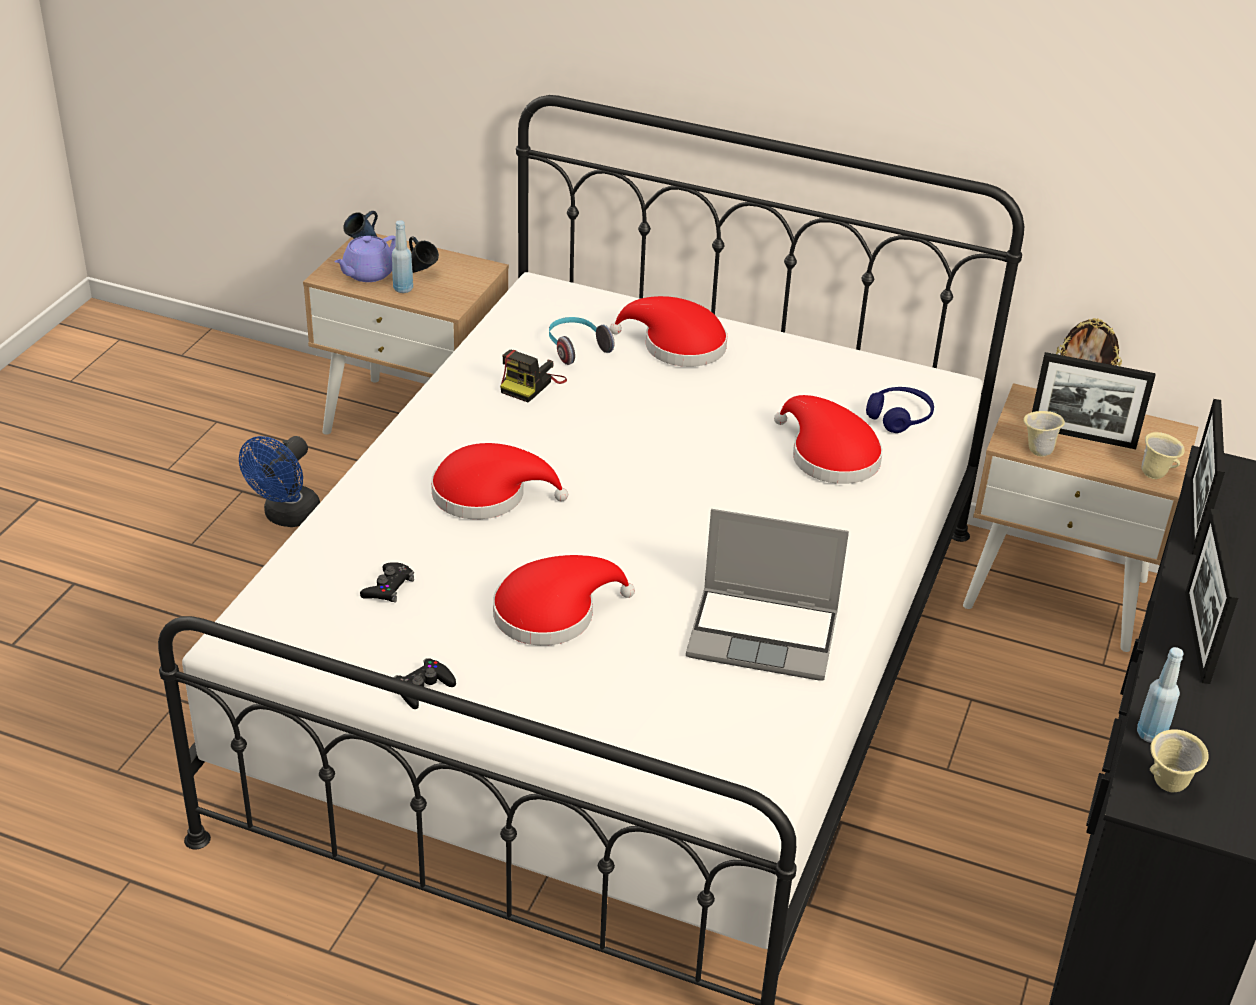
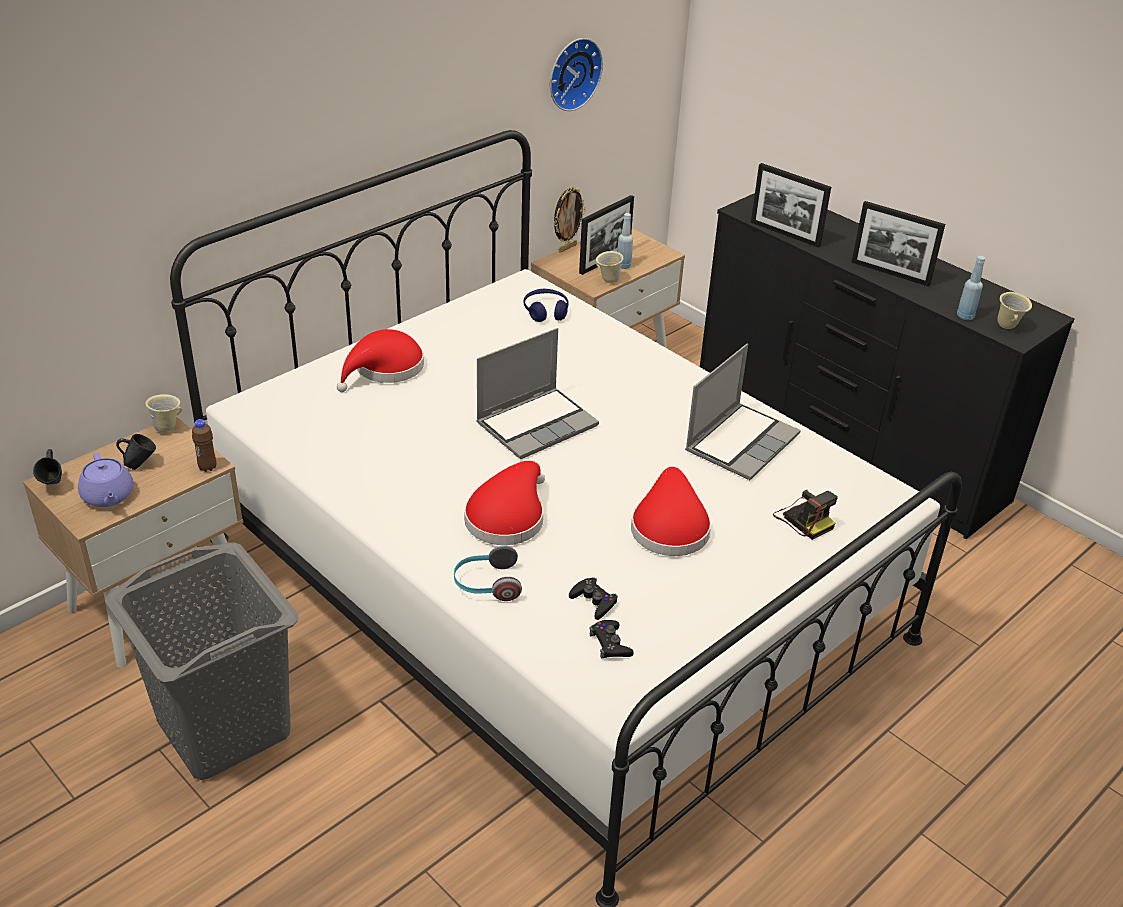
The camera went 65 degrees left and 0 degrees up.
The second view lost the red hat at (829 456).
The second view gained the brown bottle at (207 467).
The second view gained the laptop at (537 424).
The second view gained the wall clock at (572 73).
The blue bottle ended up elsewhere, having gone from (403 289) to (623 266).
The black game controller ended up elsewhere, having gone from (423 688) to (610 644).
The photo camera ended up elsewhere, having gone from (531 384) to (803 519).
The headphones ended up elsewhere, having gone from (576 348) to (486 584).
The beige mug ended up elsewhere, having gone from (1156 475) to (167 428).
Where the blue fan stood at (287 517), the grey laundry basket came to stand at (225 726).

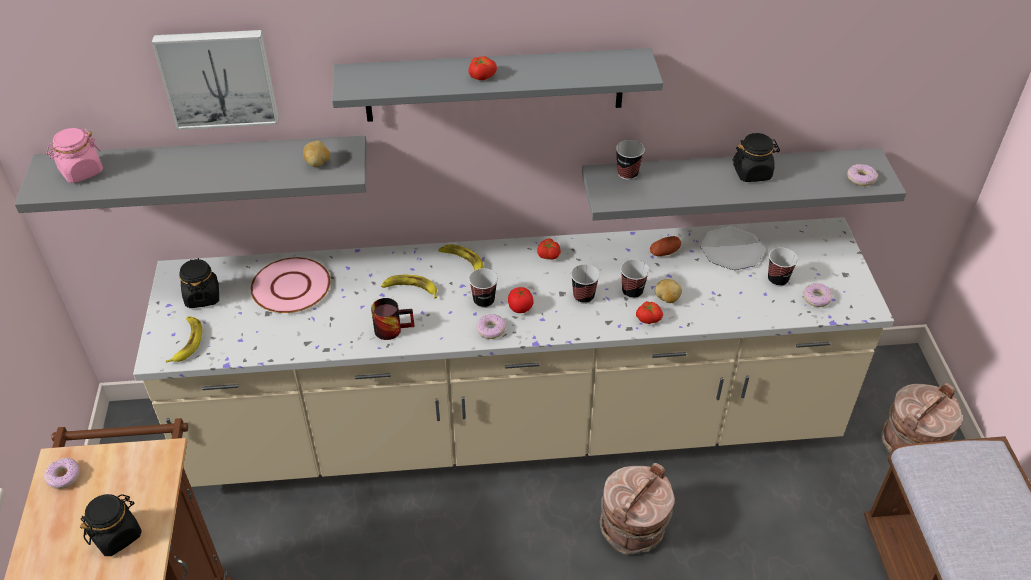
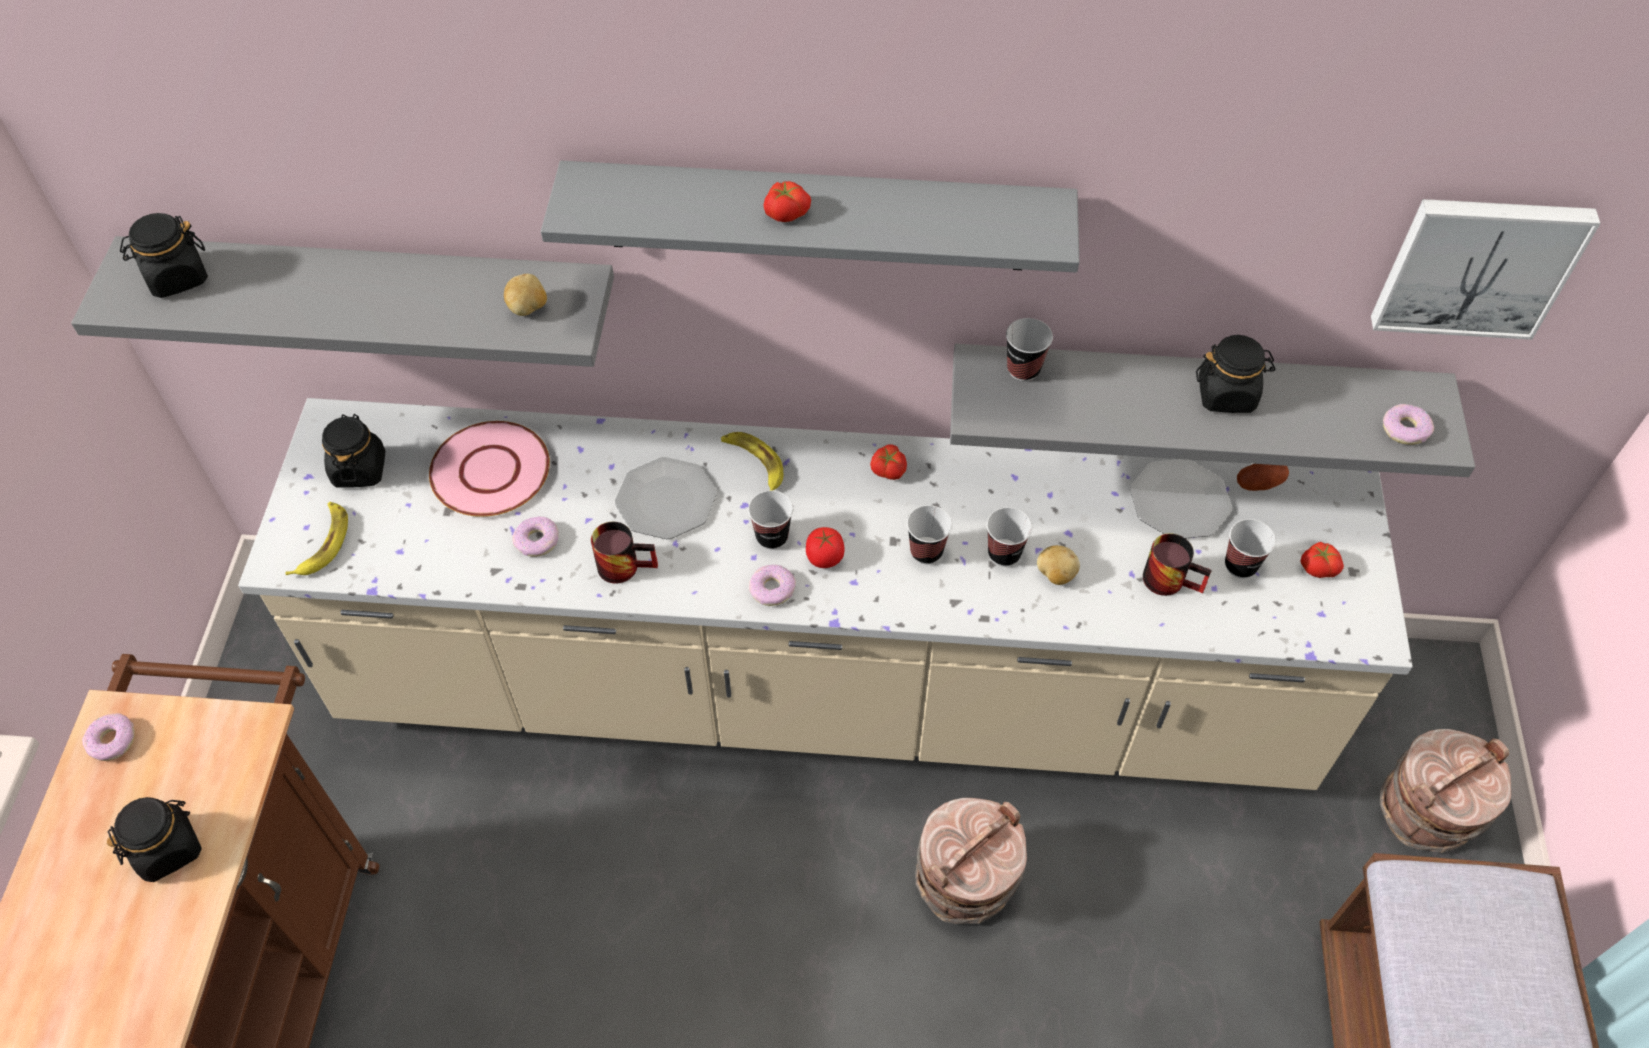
The camera went 10 degrees right and 10 degrees up.
The second view gained the mug at (1171 578).
The picture ended up elsewhere, having gone from (218 77) to (1477 264).
The tomato ended up elsewhere, having gone from (648 318) to (1318 566).
The potato ended up elsewhere, having gone from (664 252) to (1259 483).
The donut ended up elsewhere, having gone from (817 298) to (537 541).
Where the banana stood at (410 289), the plate came to stand at (666 500).
What was the pink jar at (81 171) turned into the black jar at (176 277).

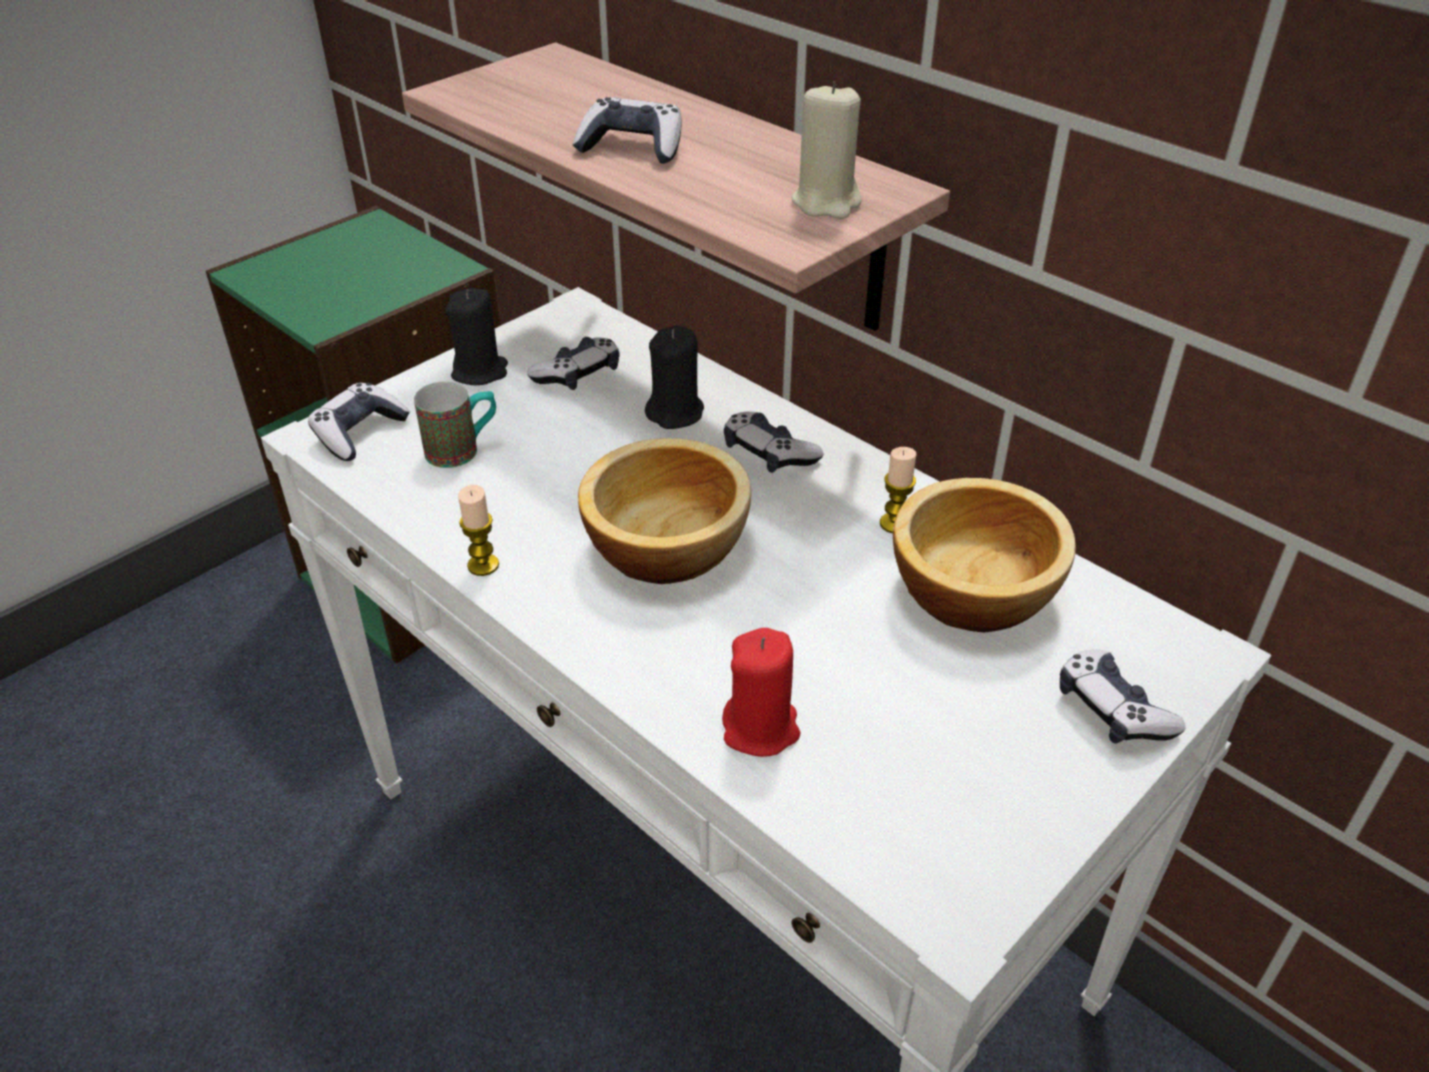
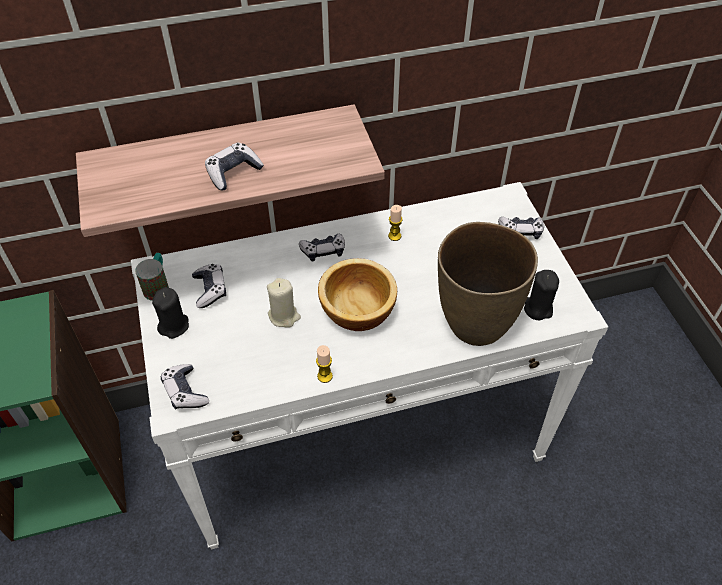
The camera went 60 degrees left and 10 degrees up.
The second view lost the bowl at (973 588).
The mug ended up elsewhere, having gone from (463 450) to (158 286).
The black candle ended up elsewhere, having gone from (675 413) to (537 308).
The beige candle ended up elsewhere, having gone from (826 202) to (284 316).
Where the red candle stood at (761 729), the brown vase came to stand at (474 325).

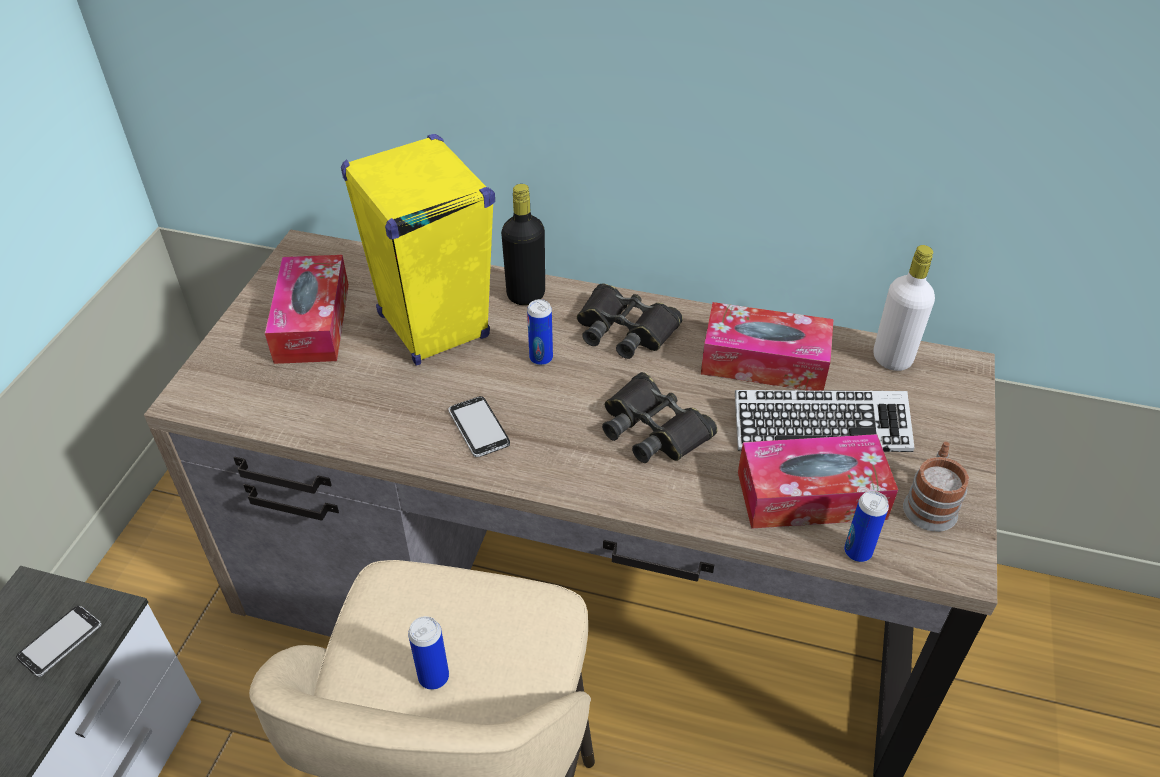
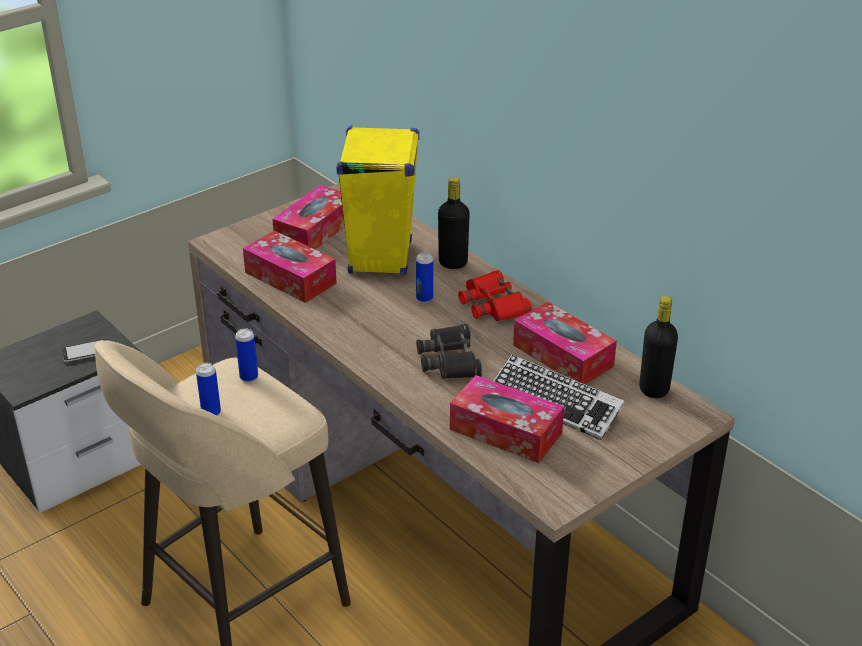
The camera went 35 degrees right and 10 degrees down.
The second view lost the phone at (479 428).
The second view lost the mug at (930 503).
The second view gained the tissue box at (290 278).
The can ended up elsewhere, having gone from (857 552) to (249 377).
What was the black binoculars at (625 329) turned into the red binoculars at (493 304).
What was the white bottle at (892 358) turned into the black bottle at (654 389).

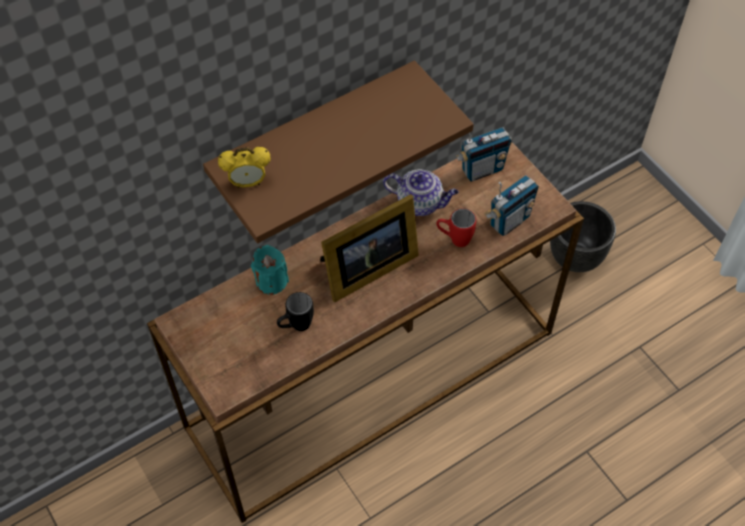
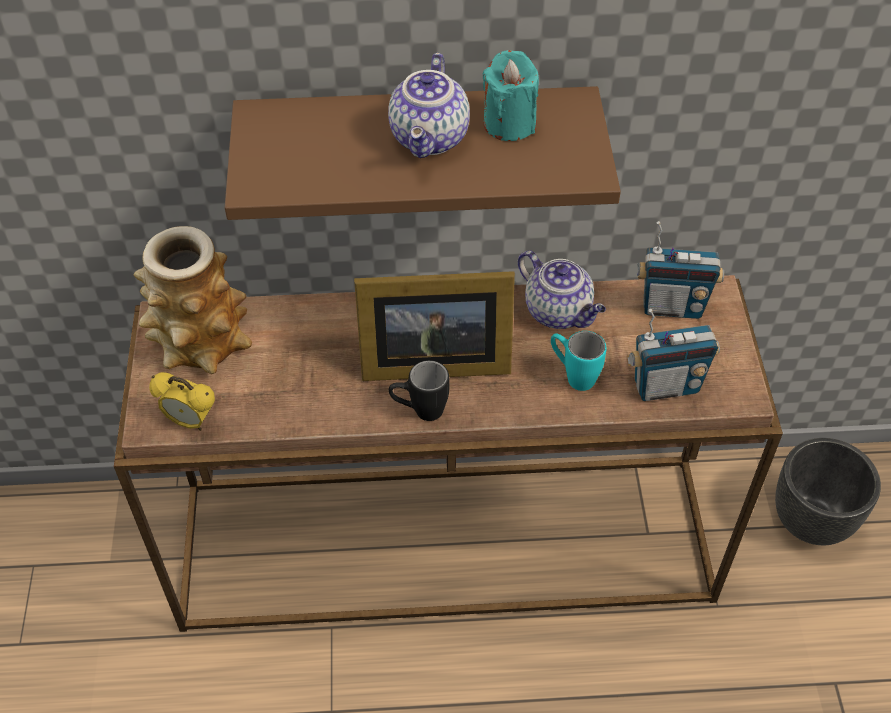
The camera went 30 degrees right and 5 degrees down.
The second view gained the vase at (201 341).
The second view gained the teapot at (431 139).
The alarm clock ended up elsewhere, having gone from (248 183) to (190 421).
The turquoise candle ended up elsewhere, having gone from (271 281) to (509 124).
The black mug ended up elsewhere, having gone from (295 326) to (419 411).
What was the red mug at (454 239) turned into the turquoise mug at (573 375).

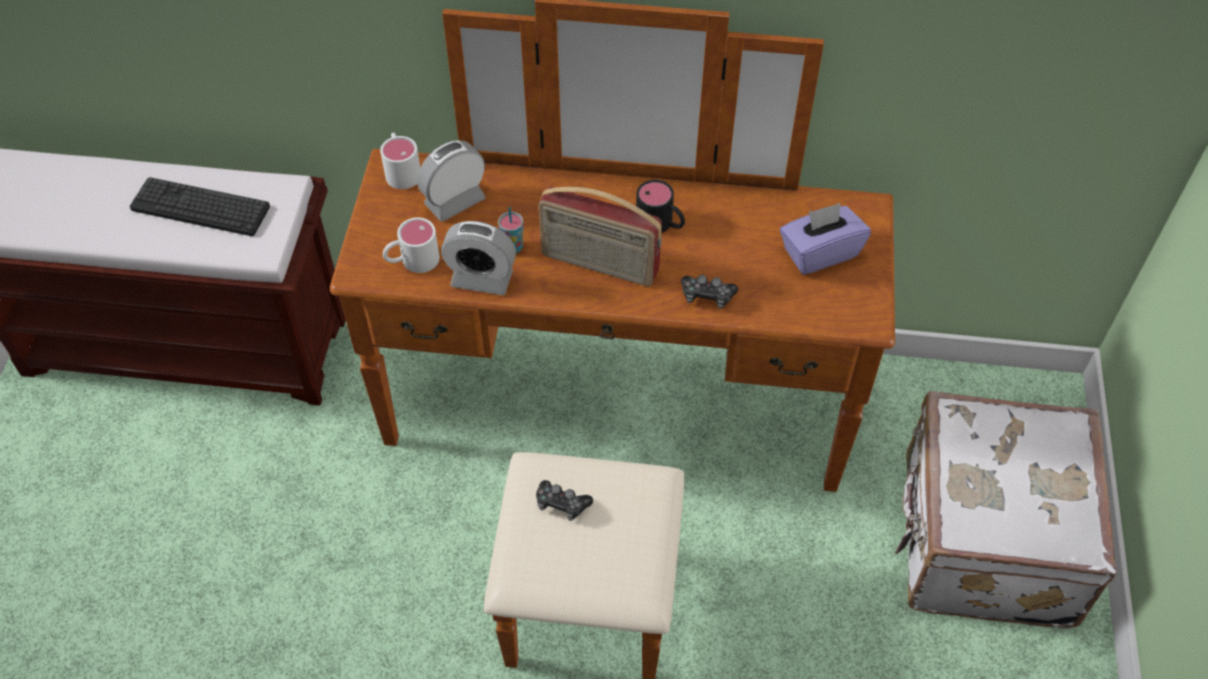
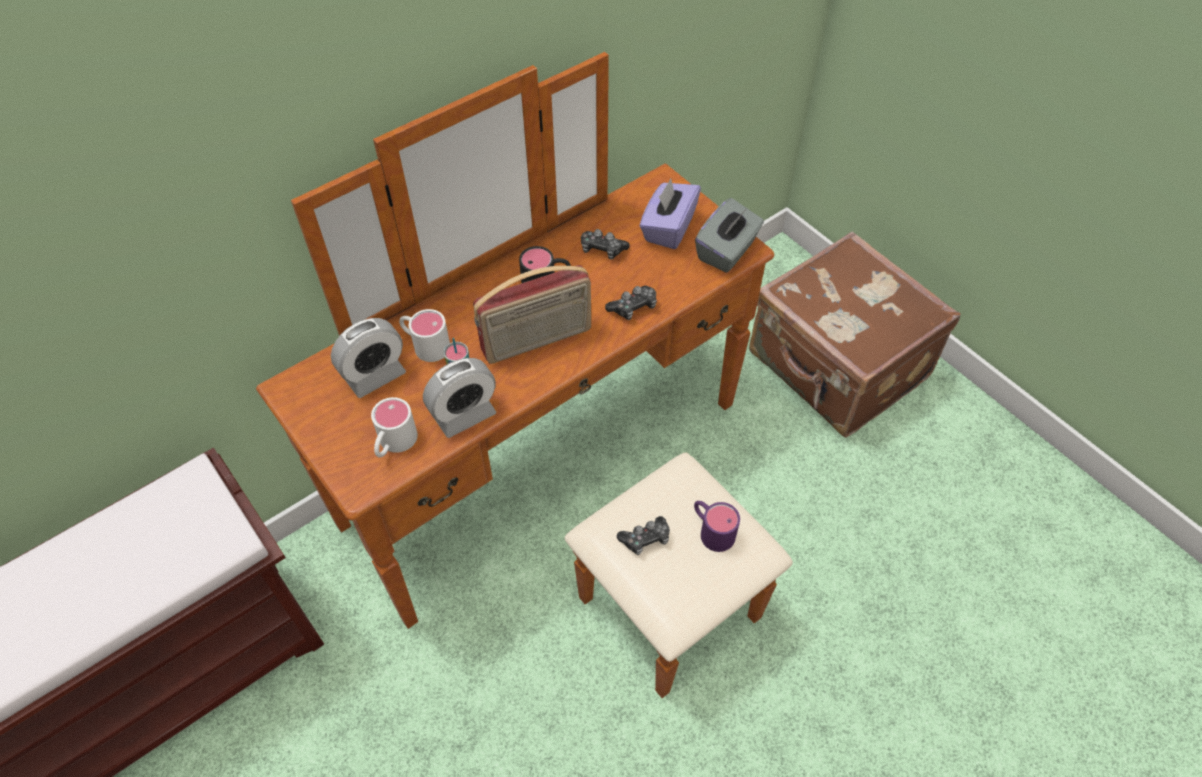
The camera went 45 degrees left and 0 degrees up.
The second view lost the keyboard at (200 208).
The second view gained the game controller at (602 249).
The second view gained the purple mug at (711 530).
The second view gained the grey tissue box at (727 251).
The white mug ended up elsewhere, having gone from (401 170) to (425 344).
What was the white suitcase at (981 542) turned into the brown suitcase at (836 368).
The alarm clock at (455 201) ended up facing another way, 135 degrees counterclockwise from before.

